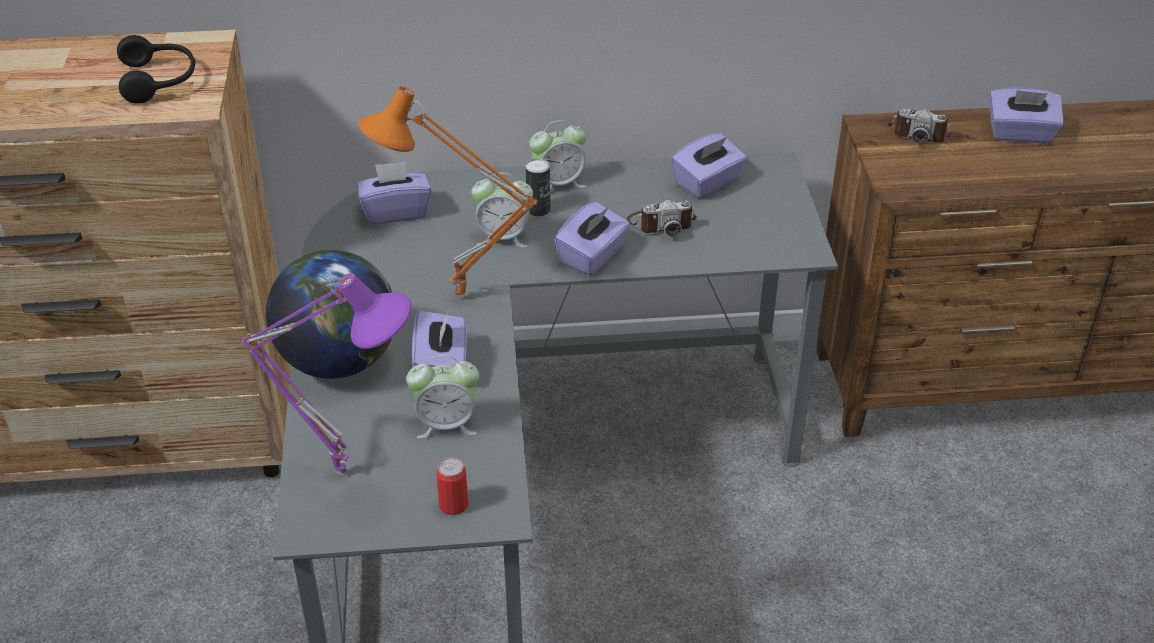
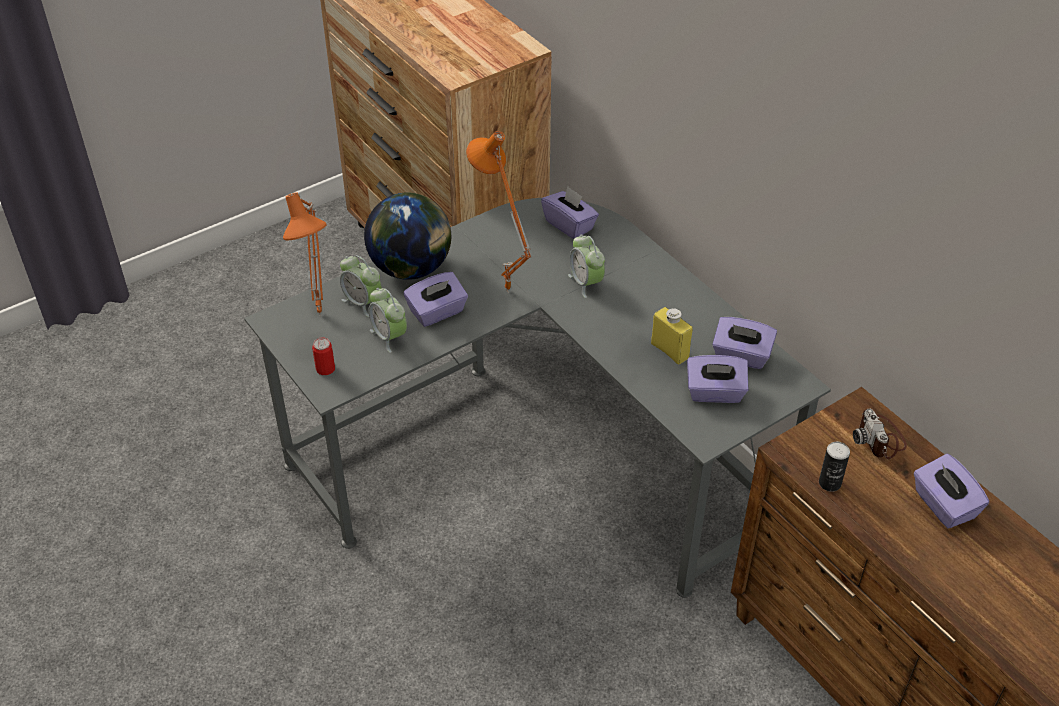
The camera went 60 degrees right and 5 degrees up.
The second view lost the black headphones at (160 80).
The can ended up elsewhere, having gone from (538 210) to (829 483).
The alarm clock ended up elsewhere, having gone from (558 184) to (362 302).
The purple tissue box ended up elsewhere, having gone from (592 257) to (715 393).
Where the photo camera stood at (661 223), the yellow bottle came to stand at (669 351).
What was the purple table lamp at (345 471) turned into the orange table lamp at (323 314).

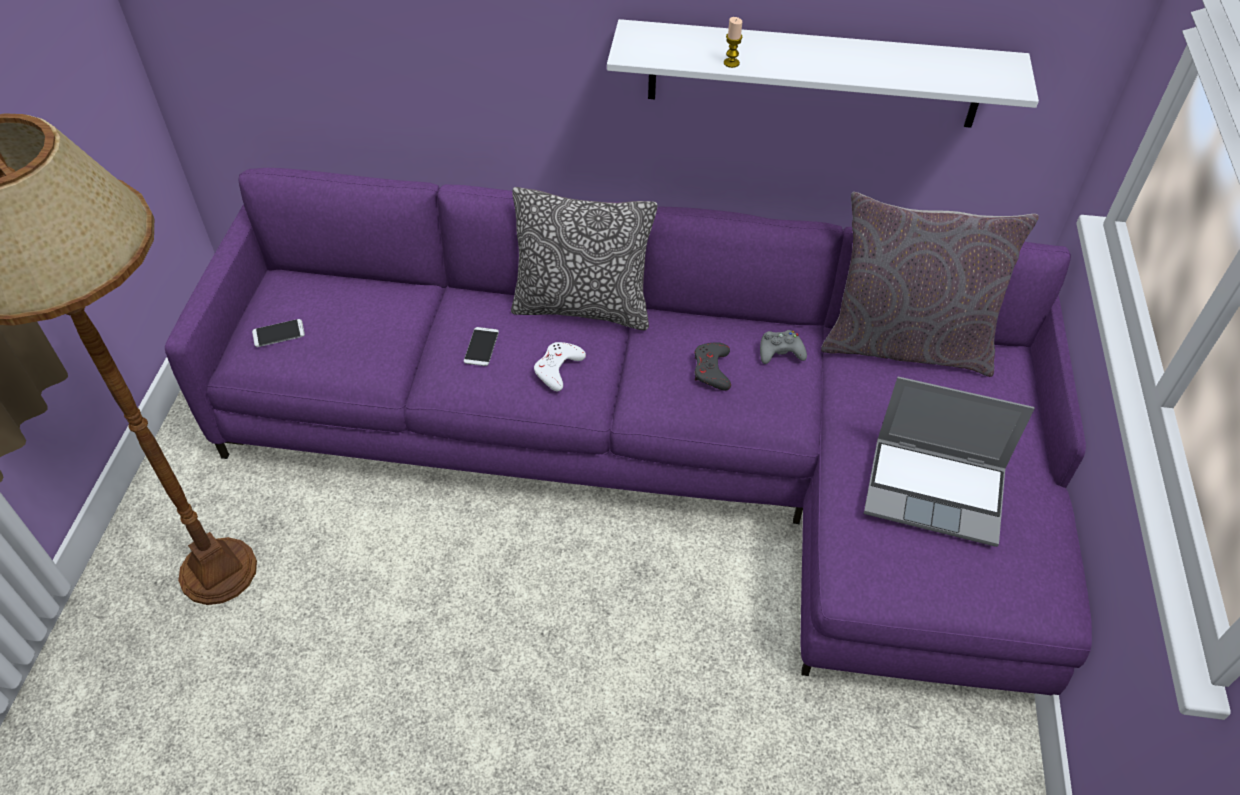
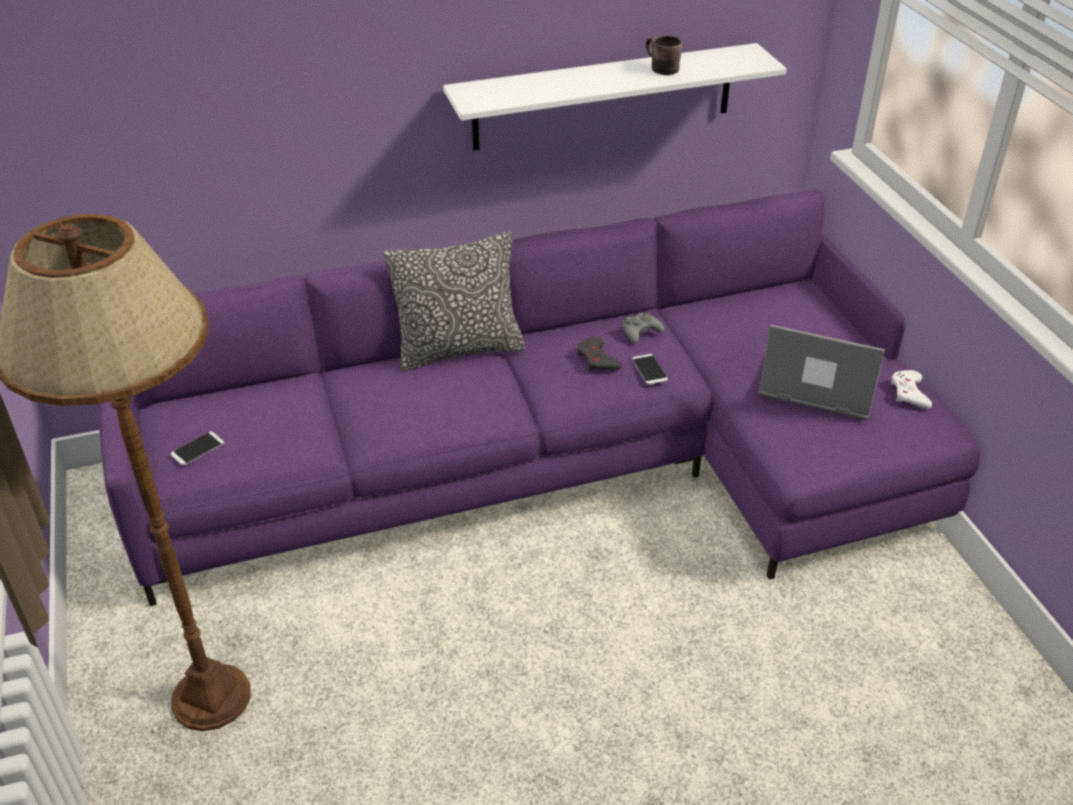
The camera went 25 degrees left and 10 degrees down.
The second view lost the candle at (731 63).
The second view lost the grey pillow at (906 343).
The second view gained the brown mug at (659 69).
The phone ended up elsewhere, having gone from (481 347) to (649 369).
The white game controller ended up elsewhere, having gone from (558 369) to (909 393).
The laptop at (936 491) ended up facing another way, 150 degrees counterclockwise from before.

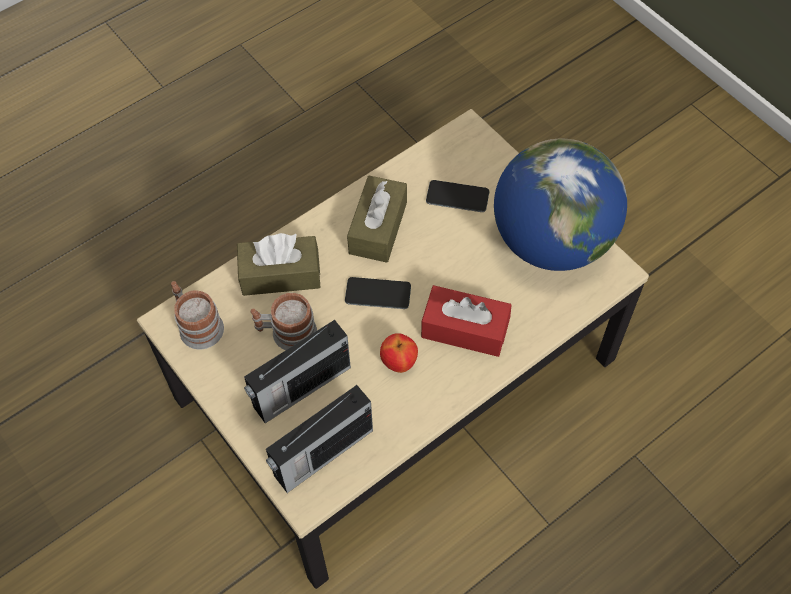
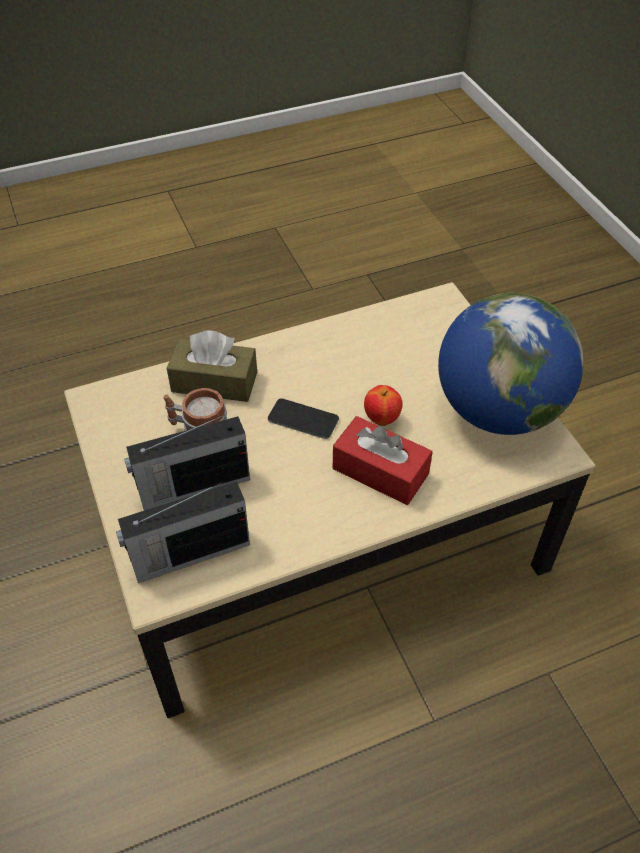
The camera went 15 degrees right and 10 degrees down.
The second view lost the mug at (197 324).
The second view lost the brown tissue box at (378 228).
The second view lost the phone at (457 196).
The apple ended up elsewhere, having gone from (399 362) to (381 419).

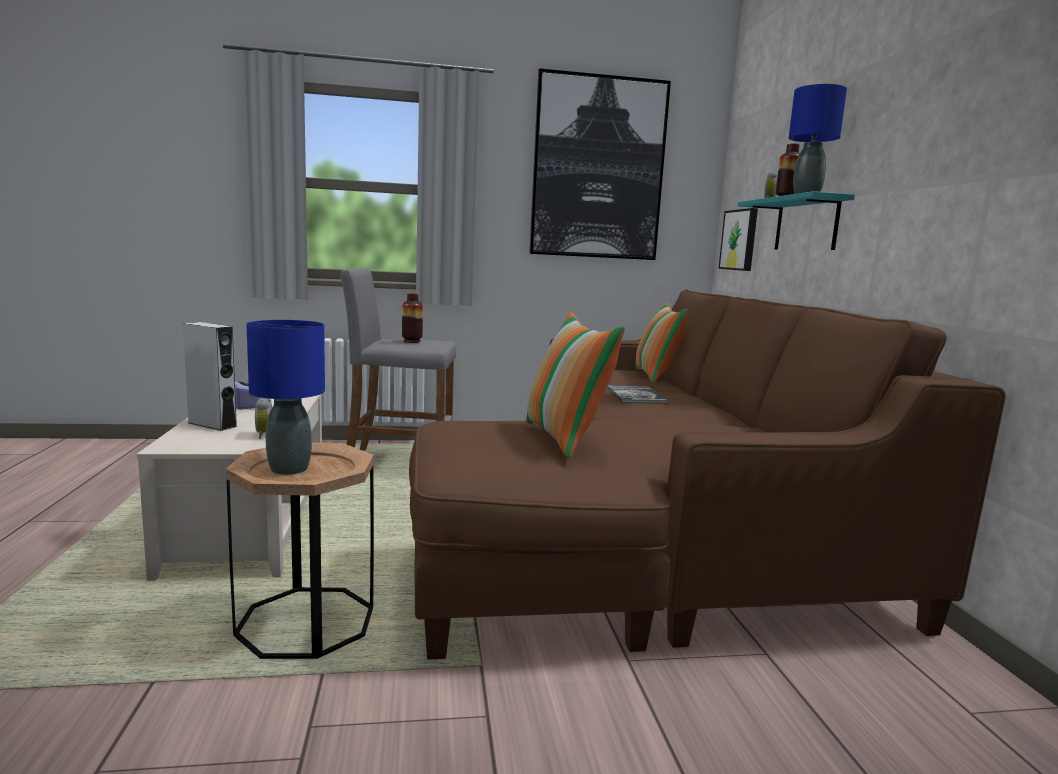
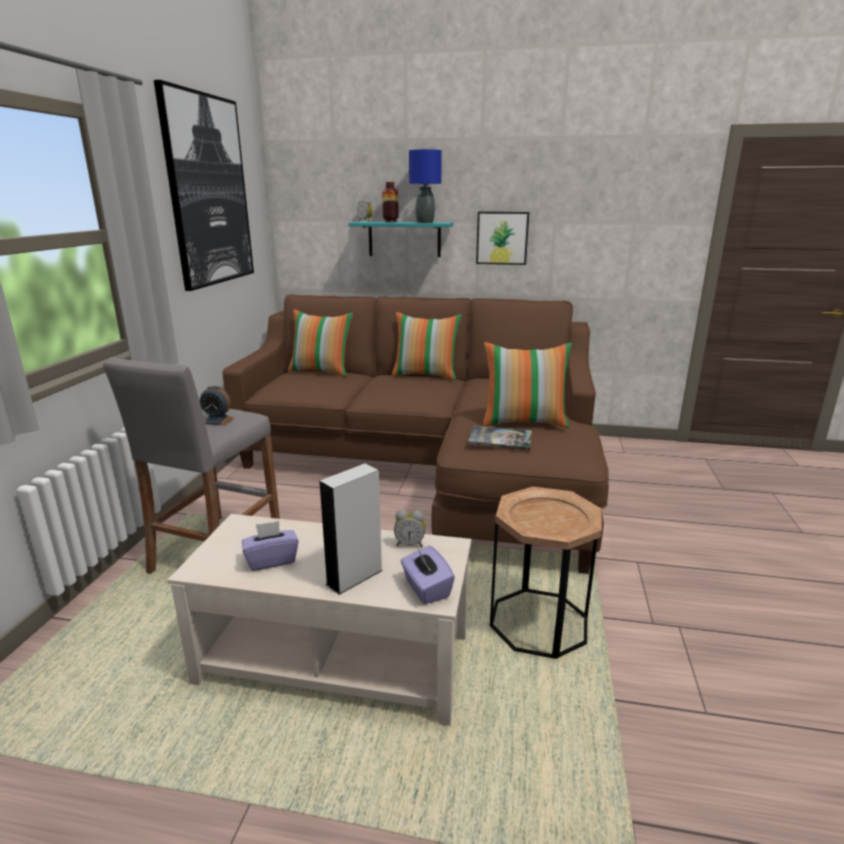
The camera went 70 degrees left and 10 degrees up.
The second view lost the blue table lamp at (288 469).
The second view gained the pillow at (426 375).
The second view gained the purple tissue box at (426 588).
The book ended up elsewhere, having gone from (635 396) to (500 439).
The picture ended up elsewhere, having gone from (740 240) to (502 238).
Where the vase stood at (412 341), the alarm clock came to stand at (218 420).

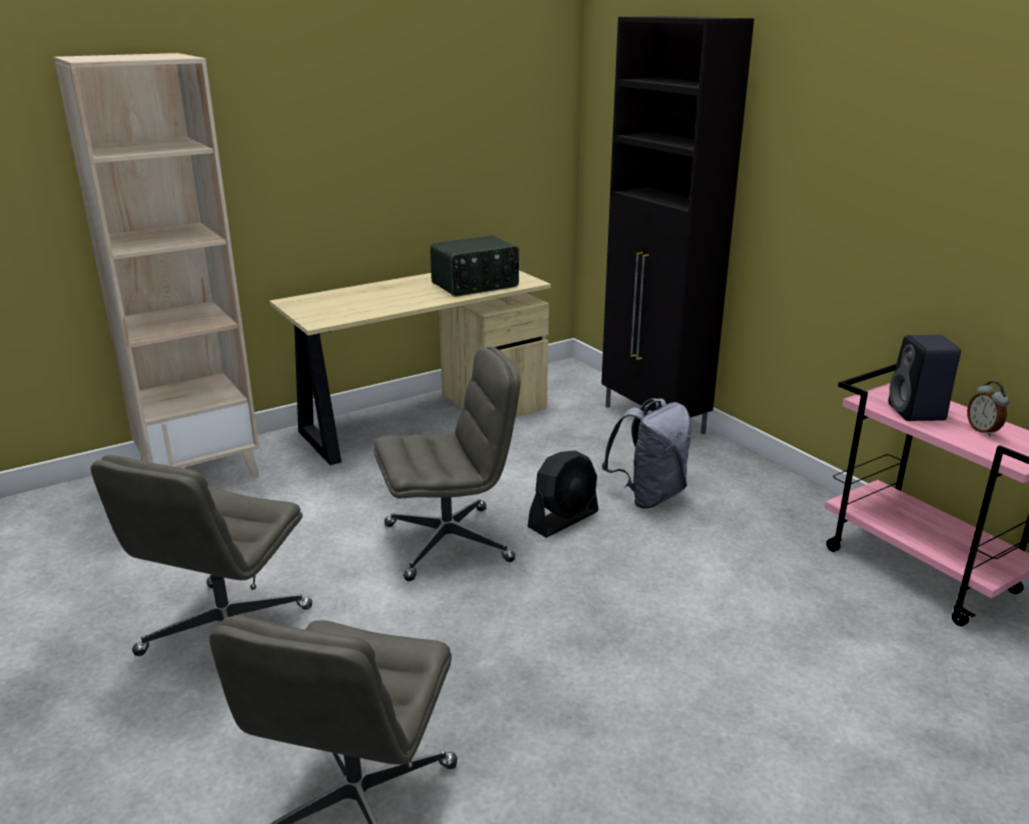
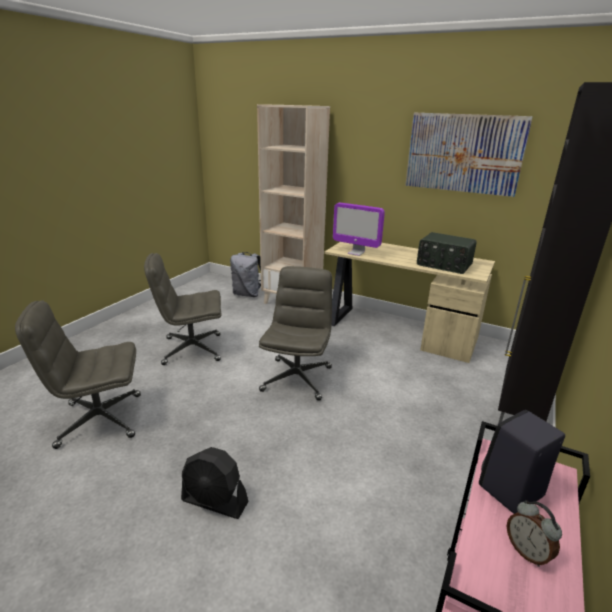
The camera went 60 degrees right and 0 degrees up.
The second view gained the monitor at (356 253).
The second view gained the picture at (463 153).
The black fan ended up elsewhere, having gone from (563 519) to (215 502).
The grey backpack ended up elsewhere, having gone from (649 496) to (247 294).
The grey office chair at (449 542) ended up facing another way, 120 degrees counterclockwise from before.
The alarm clock at (983 430) ended up facing another way, 75 degrees counterclockwise from before.

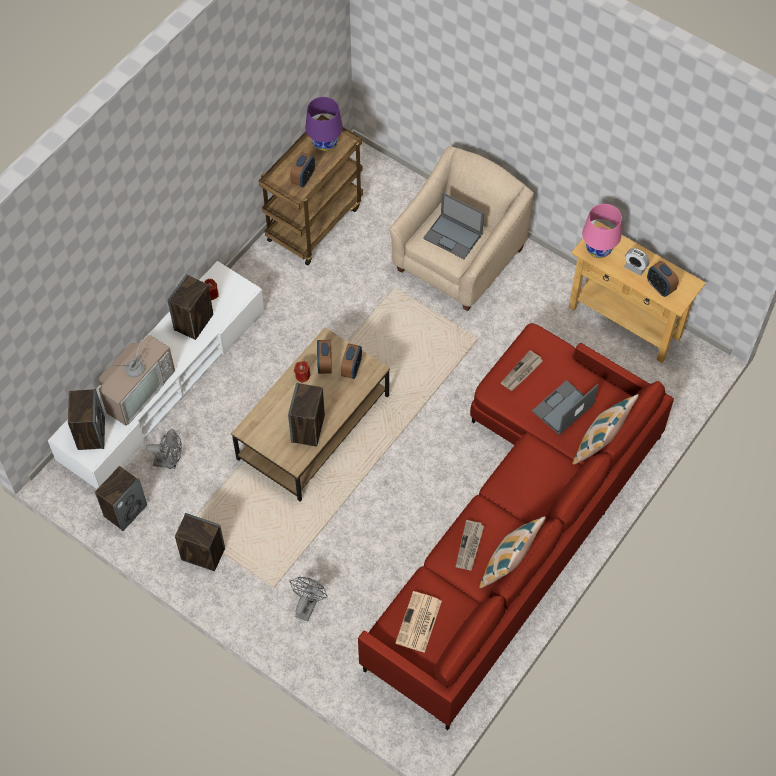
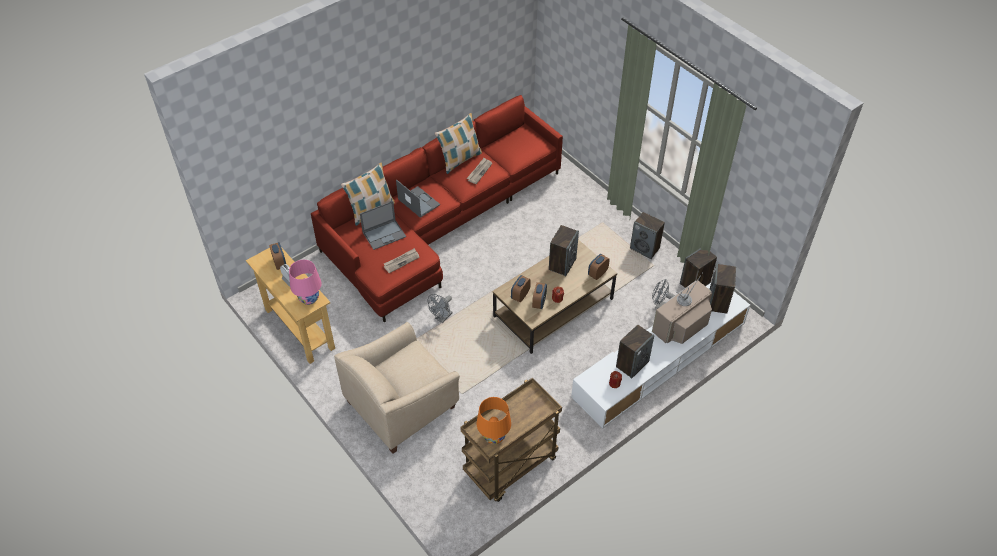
The camera went 165 degrees left and 10 degrees down.
The second view lost the newspaper at (418 623).
The alarm clock ended up elsewhere, having gone from (303 178) to (597 273).
The grey fan ended up elsewhere, having gone from (307 605) to (442 318).
The laptop ended up elsewhere, having gone from (453 236) to (418 202).
What was the purple table lamp at (325 144) turned into the orange table lamp at (493 436).

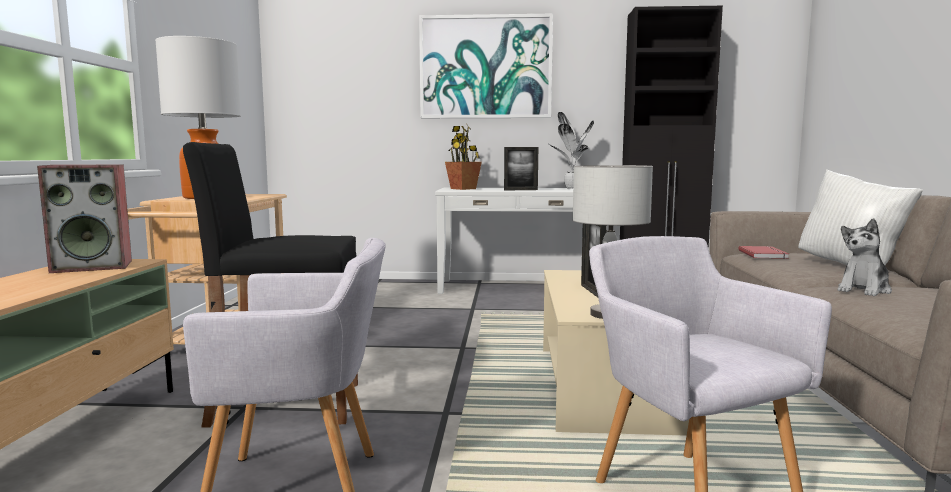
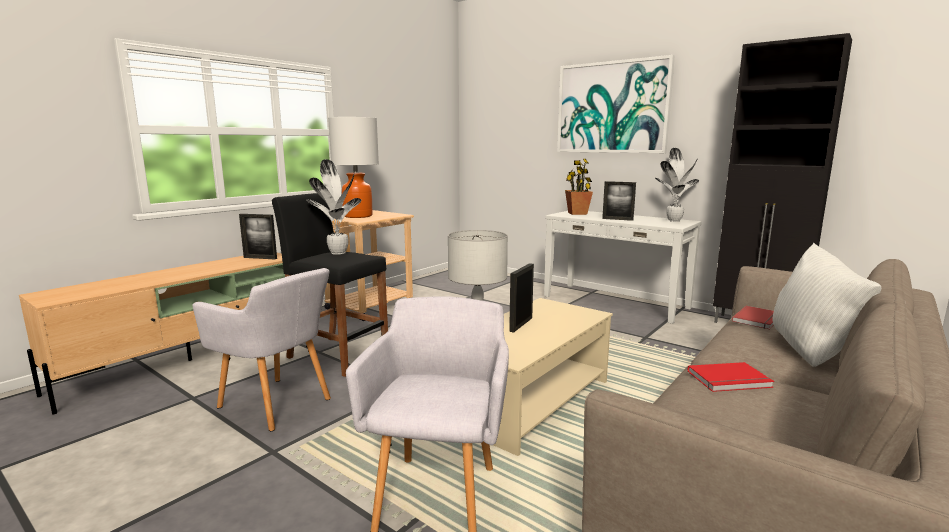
The camera went 35 degrees right and 5 degrees up.
The second view gained the potted plant at (338 252).
Where the speaker stood at (94 266), the picture frame came to stand at (260 258).
Where the plush toy stood at (864 290), the red book came to stand at (730 380).

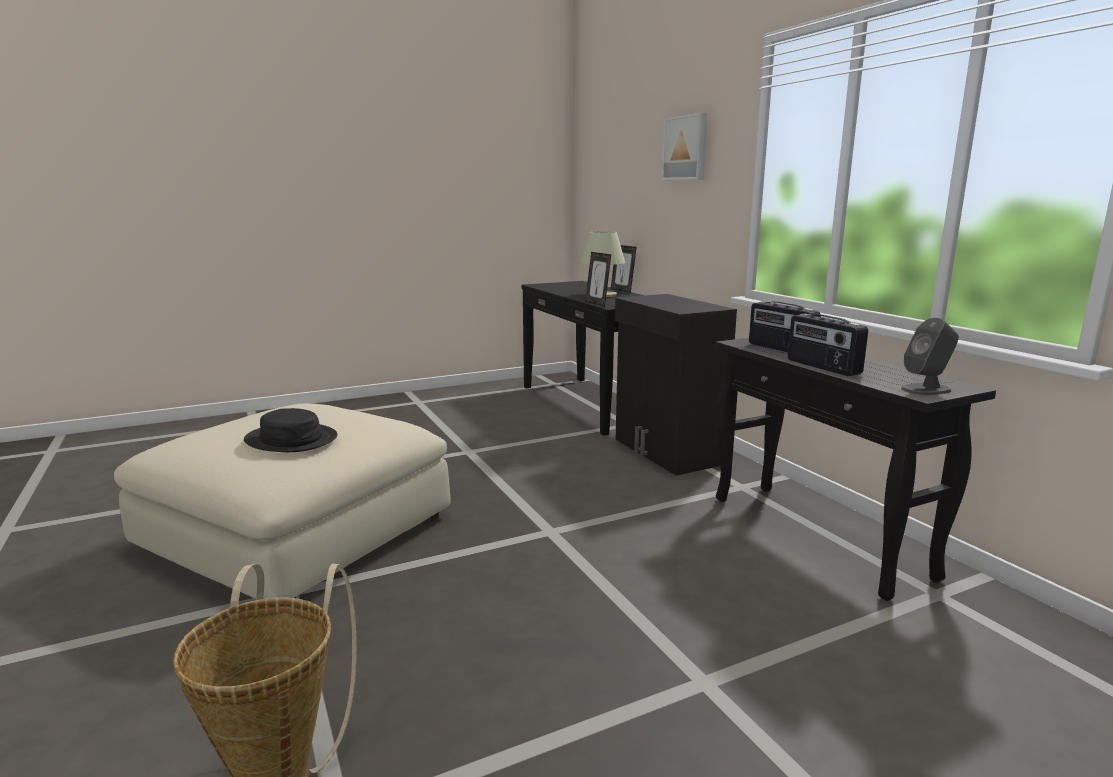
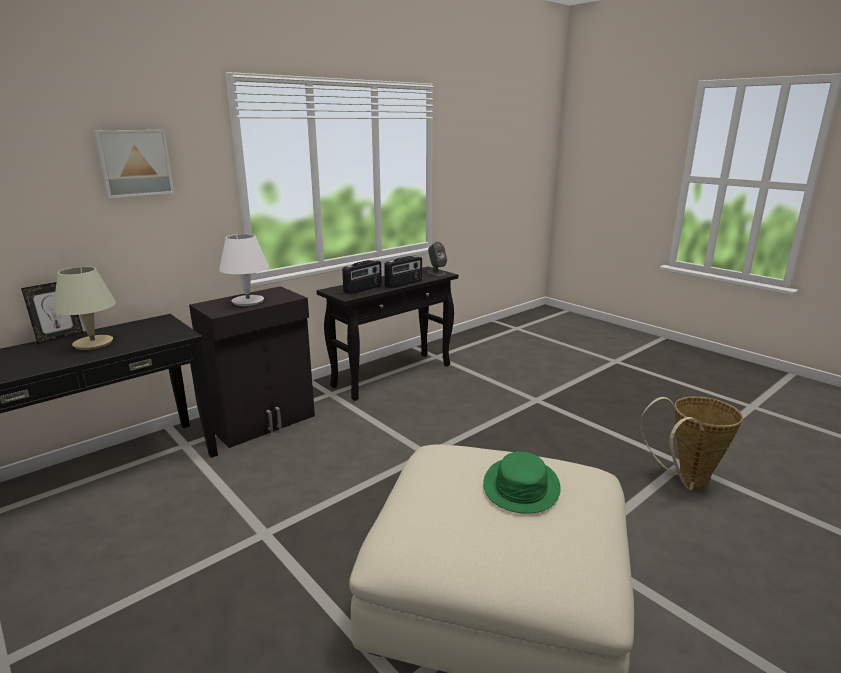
The camera went 105 degrees left and 5 degrees up.
The second view lost the picture frame at (597 304).
The second view gained the white table lamp at (247 301).
What was the black hat at (291 439) turned into the green hat at (521 486).

